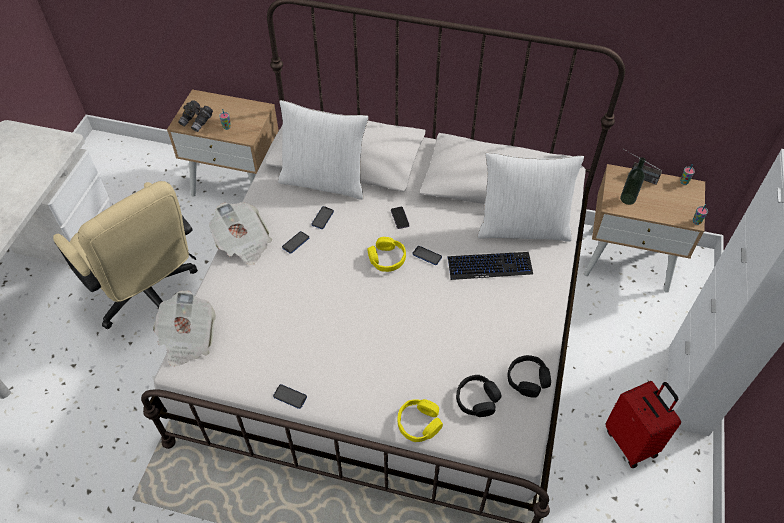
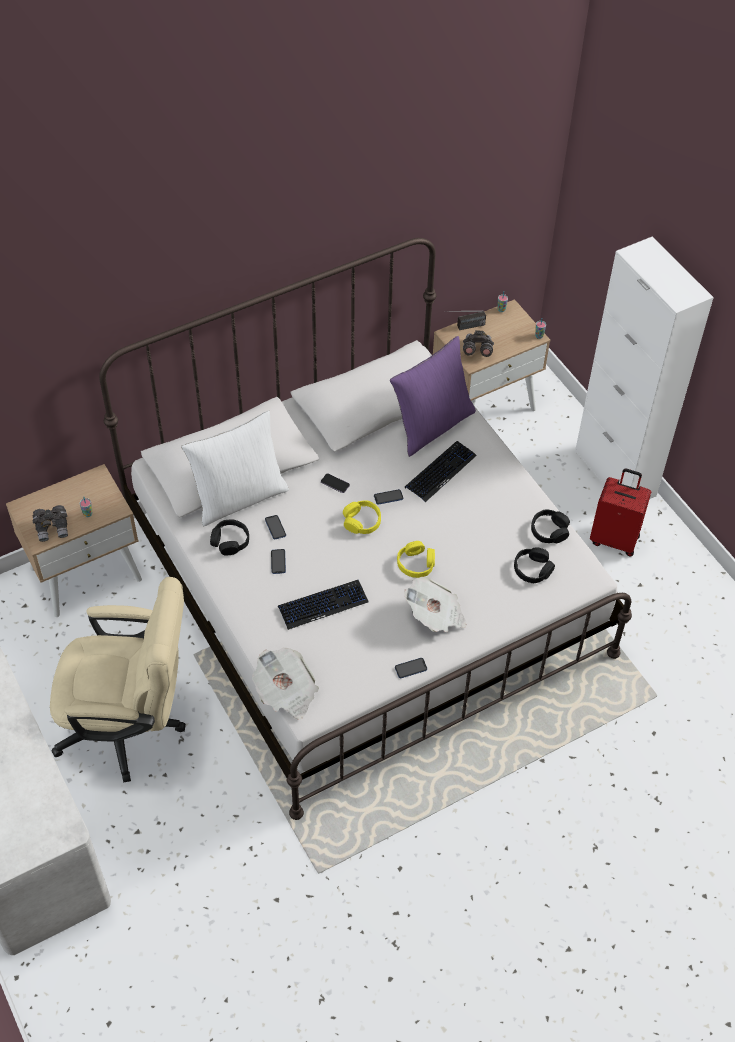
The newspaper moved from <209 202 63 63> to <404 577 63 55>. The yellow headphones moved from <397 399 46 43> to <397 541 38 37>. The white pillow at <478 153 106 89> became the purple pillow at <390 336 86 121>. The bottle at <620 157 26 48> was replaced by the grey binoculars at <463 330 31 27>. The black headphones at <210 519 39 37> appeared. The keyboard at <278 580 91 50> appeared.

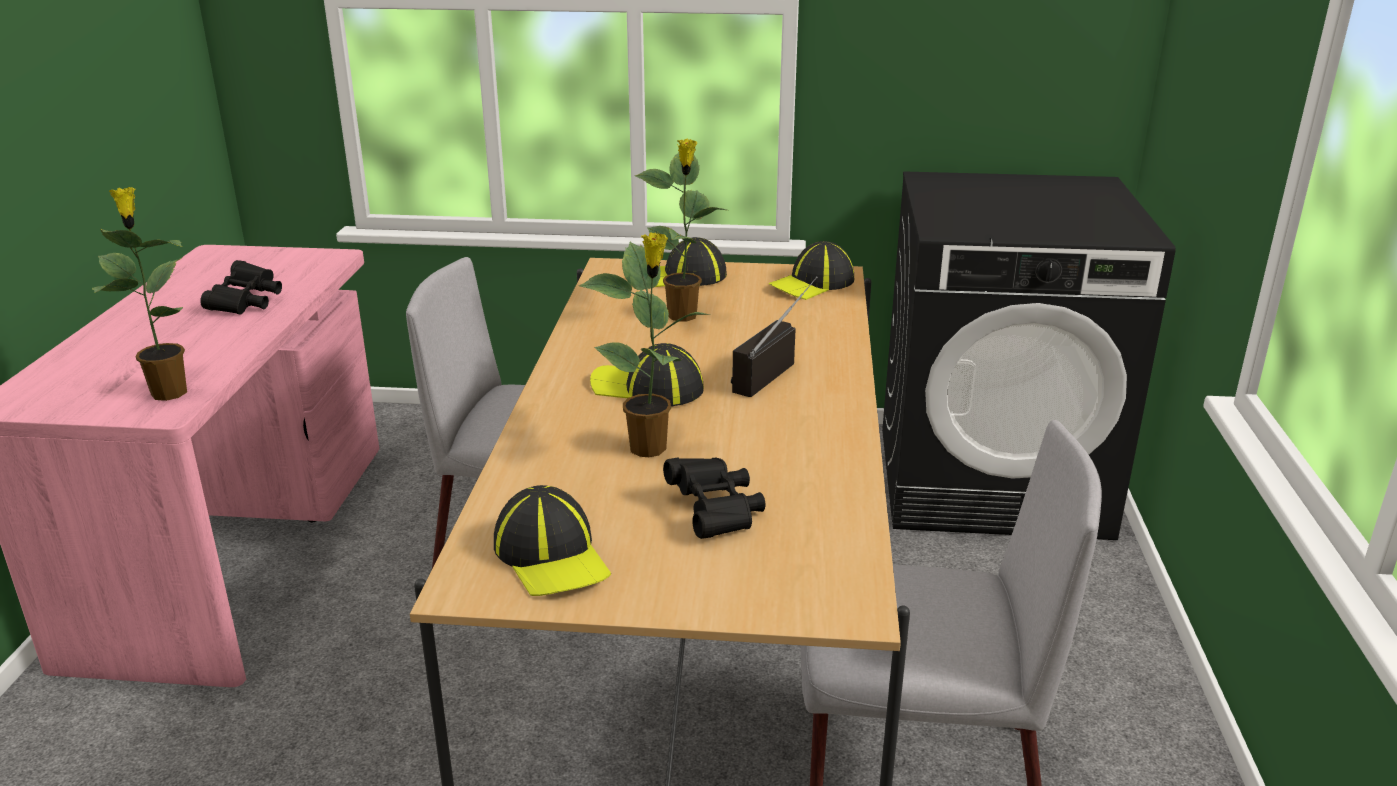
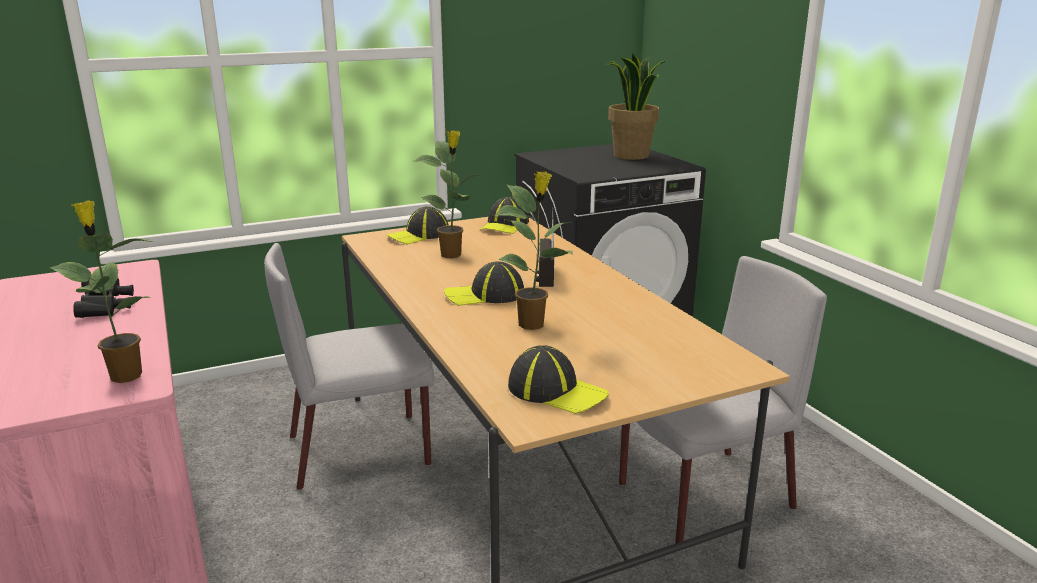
The black binoculars at <663 458 102 81> disappeared. The potted plant at <605 54 61 106> appeared.

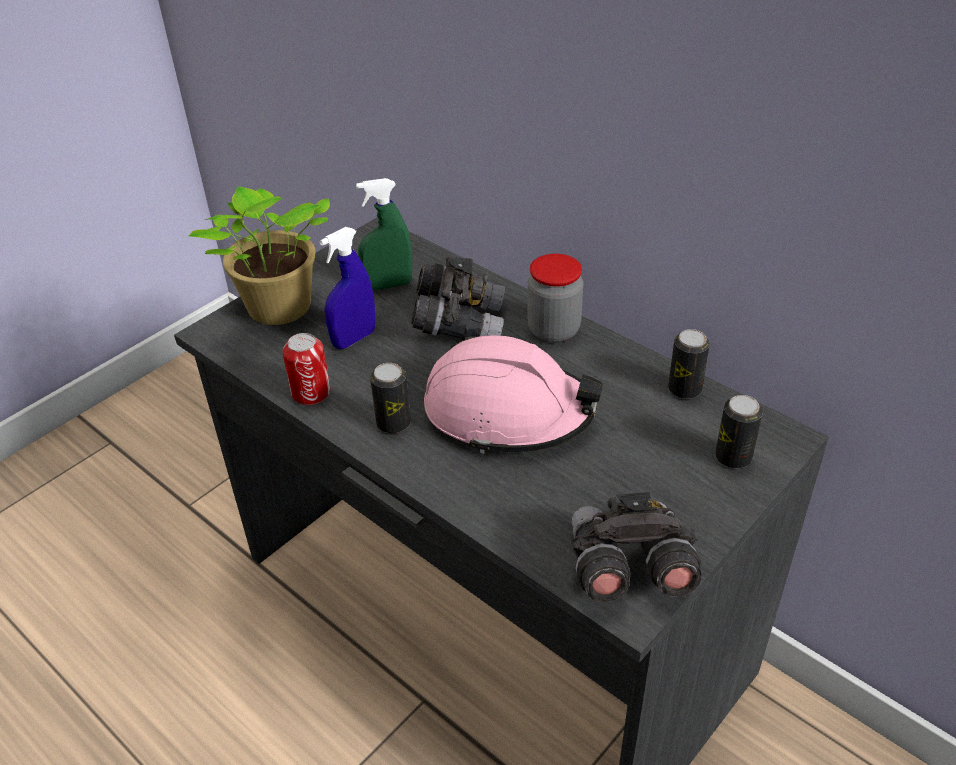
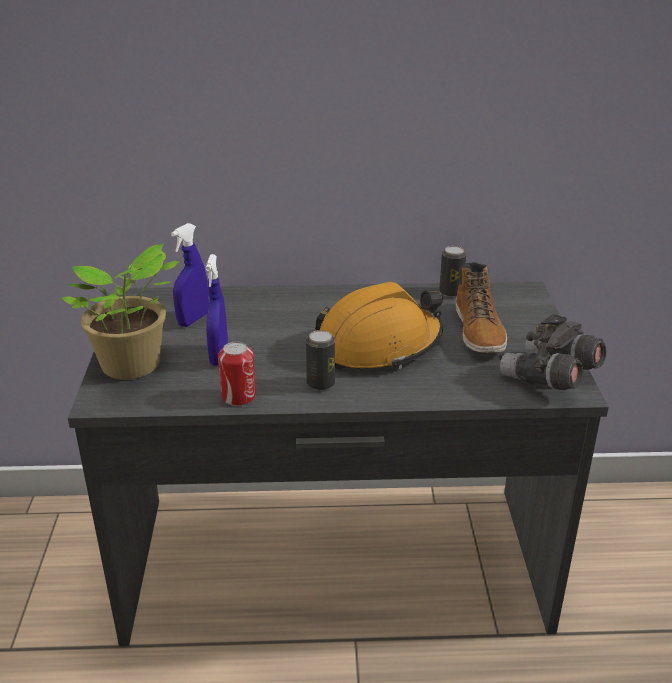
The green spray bottle at <356 178 56 112> became the blue spray bottle at <171 223 38 104>. The grey binoculars at <411 257 94 83> disappeared. The pink hard hat at <424 335 179 119> became the orange hard hat at <315 282 128 87>. The jar at <527 254 56 89> disappeared. The can at <715 395 48 74> disappeared. The boot at <456 262 51 91> appeared.

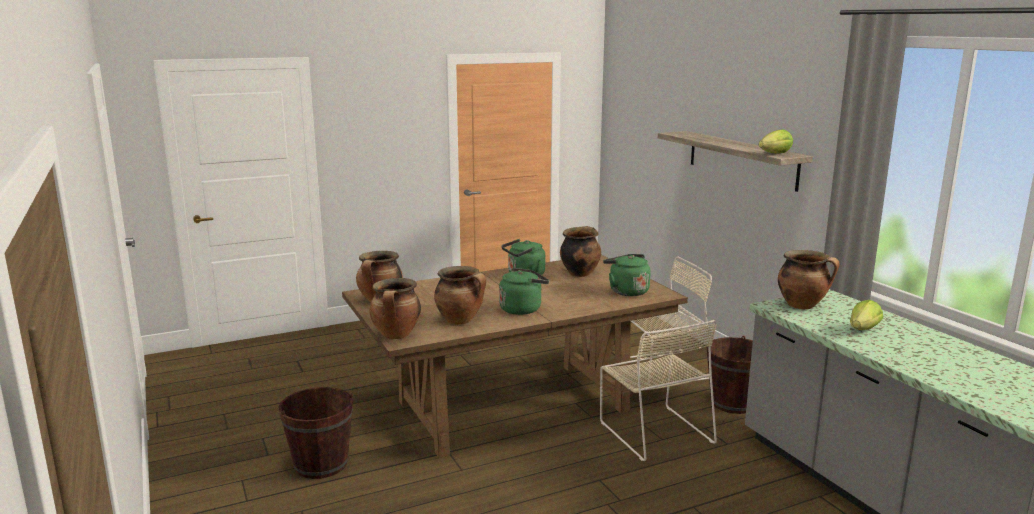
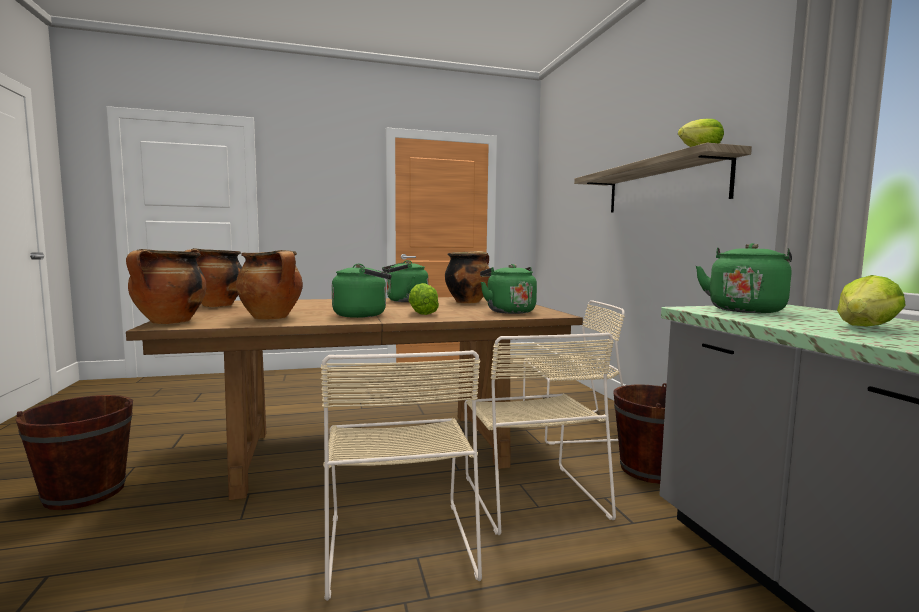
The cooking pot at <778 250 62 59> was replaced by the green kettle at <696 243 96 70>. The beige chair at <320 350 162 251> appeared. The lettuce at <409 283 30 32> appeared.

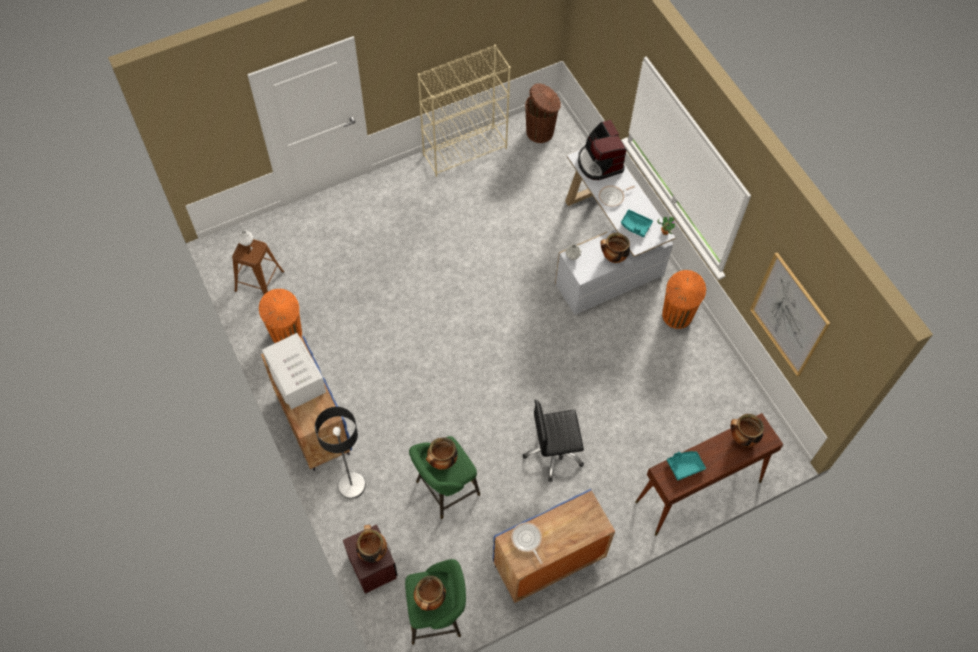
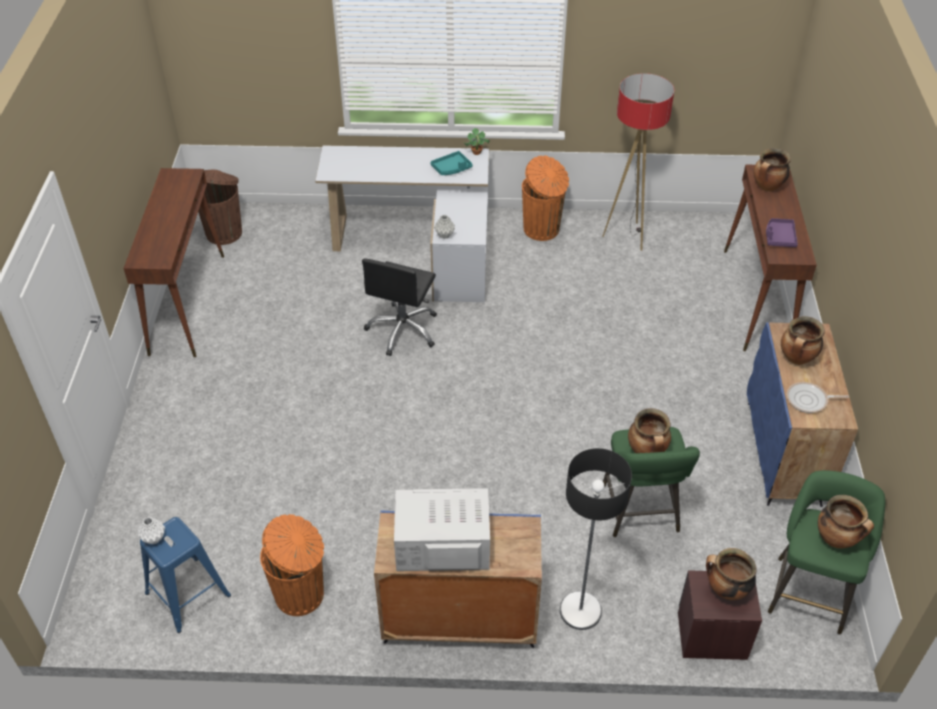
The brown stool at <232 239 52 56> became the blue stool at <140 517 91 116>. The beige bookcase at <418 45 93 132> was replaced by the brown console table at <123 168 101 189>. The black office chair moved from <523 400 61 82> to <362 258 75 98>. The coffee machine at <578 120 48 60> disappeared. The frying pan at <599 185 36 22> disappeared. The cooking pot moved from <600 233 30 30> to <781 316 44 49>. The turquoise tray at <667 451 39 29> became the purple tray at <766 218 32 29>. The picture at <750 252 80 125> disappeared. The floor lamp at <602 73 72 178> appeared.

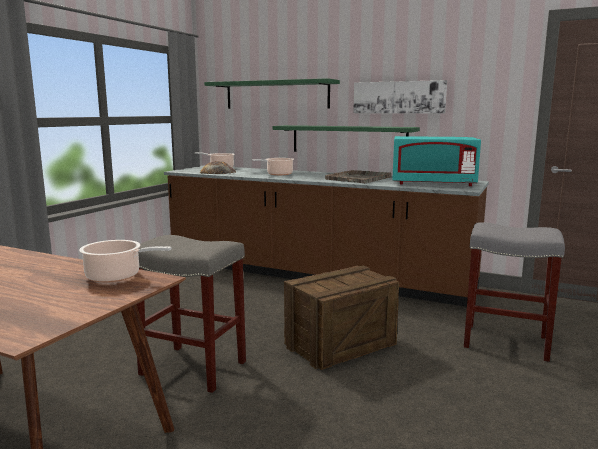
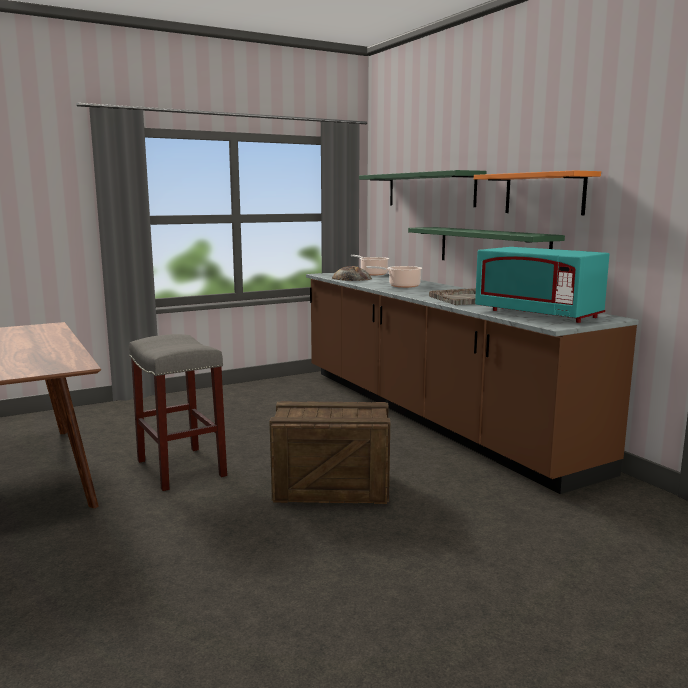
The cooking pot at <79 240 93 43> disappeared. The picture at <353 80 94 34> was replaced by the orange shelf at <474 170 127 45>. The grey stool at <464 222 101 140> disappeared.

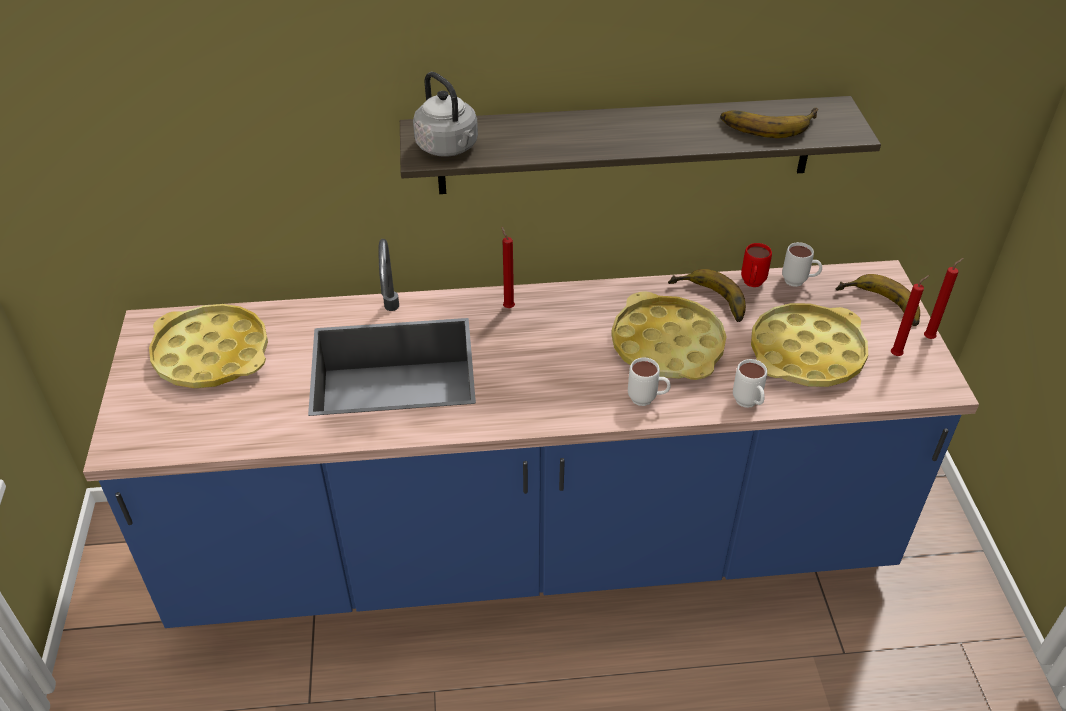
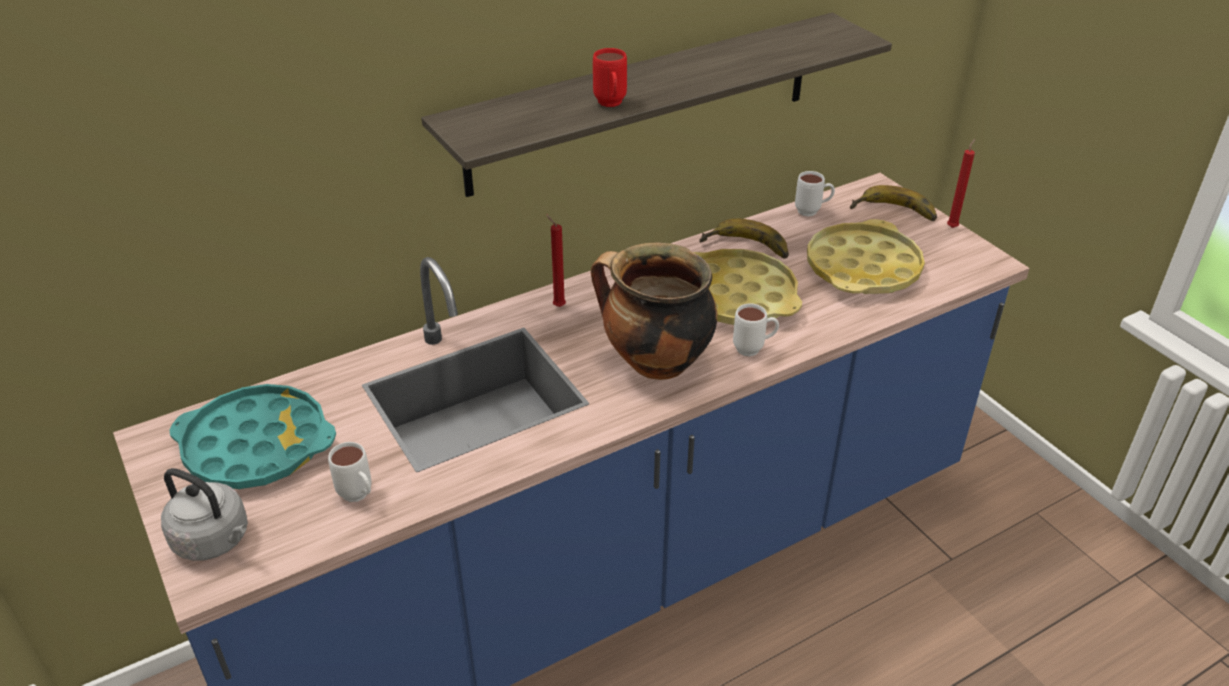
The yellow tray at <149 304 119 84> became the turquoise tray at <169 384 167 105>. The grey kettle moved from <413 72 65 85> to <161 468 87 93>. The banana at <720 108 98 30> disappeared. The white mug moved from <733 359 34 49> to <328 442 44 60>. The red mug moved from <741 243 31 44> to <593 48 34 59>. The red candle at <891 275 39 81> disappeared. The cooking pot at <591 243 126 137> appeared.

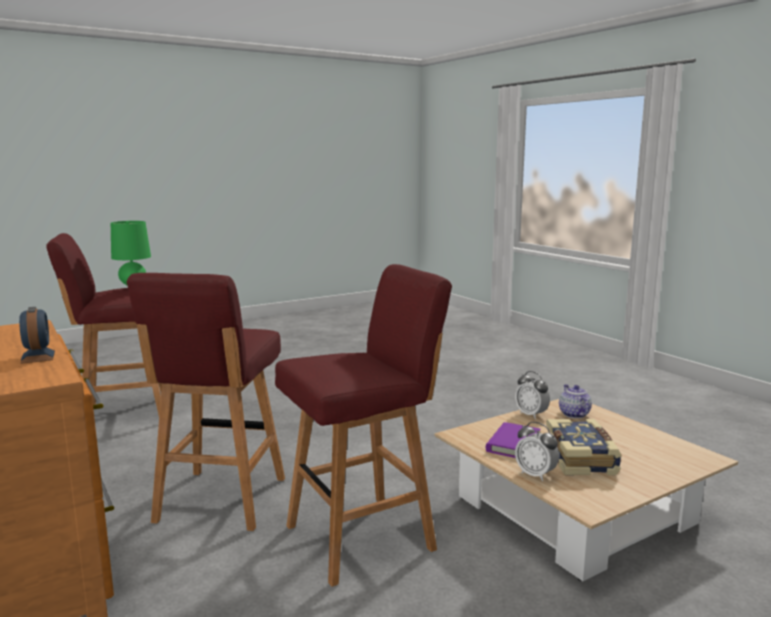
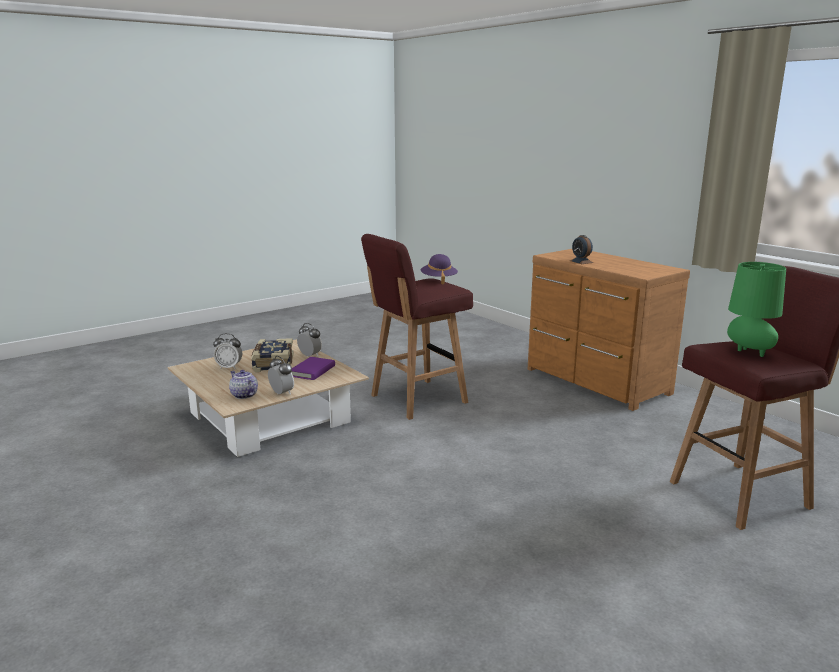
The red stool at <127 273 158 258> disappeared. The teapot at <559 384 33 34> turned 150 degrees clockwise. The alarm clock at <213 333 29 36> appeared. The purple hat at <420 254 38 31> appeared.

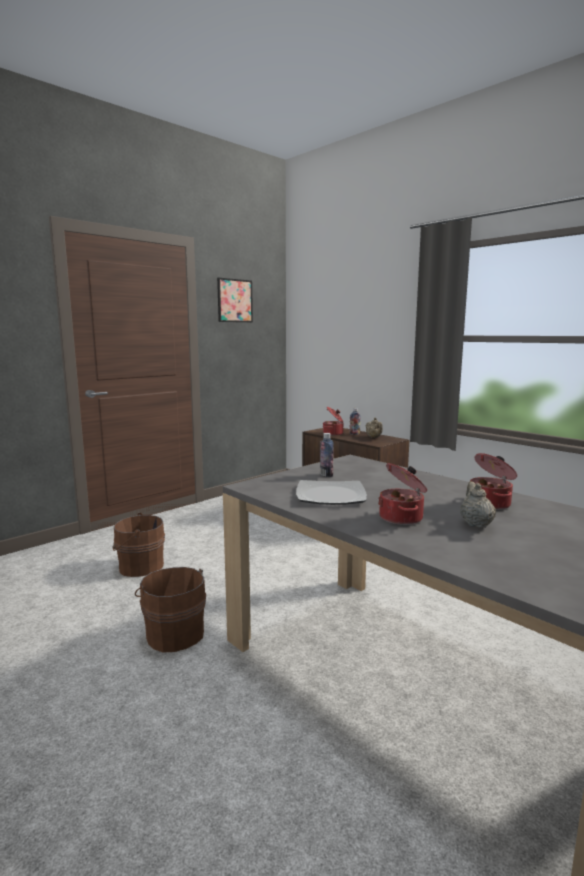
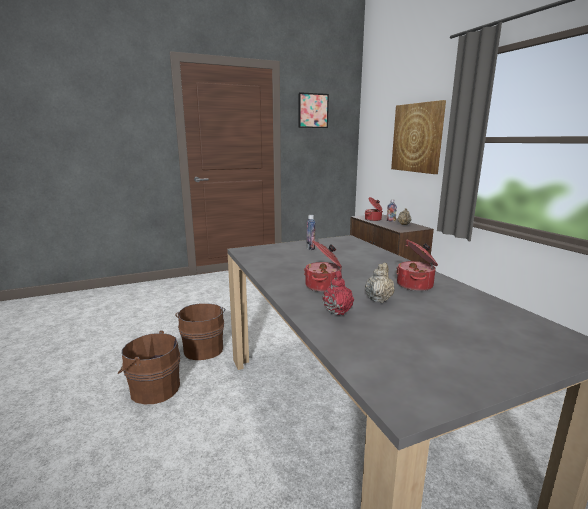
The brown bucket moved from <113 513 52 64> to <118 330 62 74>. The plate at <296 480 71 25> disappeared. The red teapot at <322 271 32 44> appeared. The picture at <391 100 55 74> appeared.

